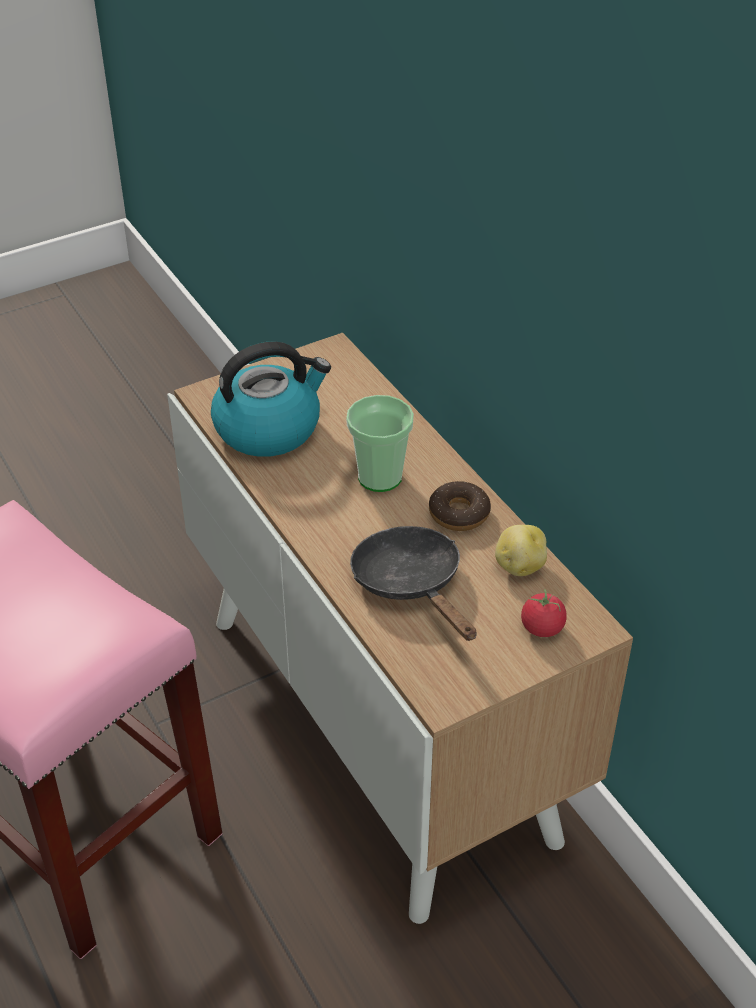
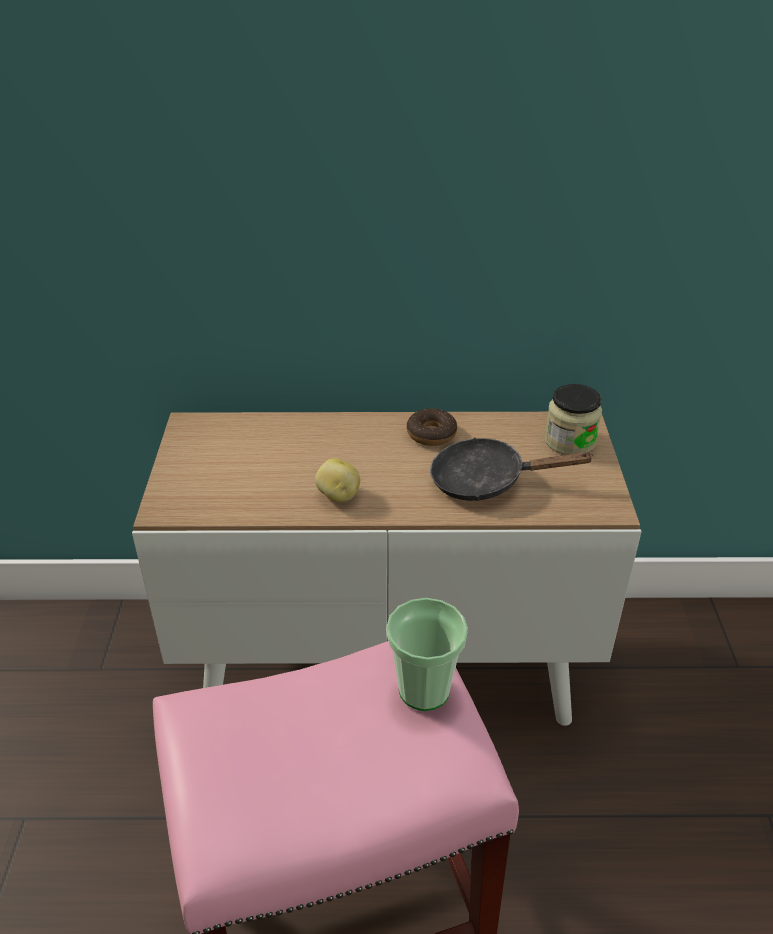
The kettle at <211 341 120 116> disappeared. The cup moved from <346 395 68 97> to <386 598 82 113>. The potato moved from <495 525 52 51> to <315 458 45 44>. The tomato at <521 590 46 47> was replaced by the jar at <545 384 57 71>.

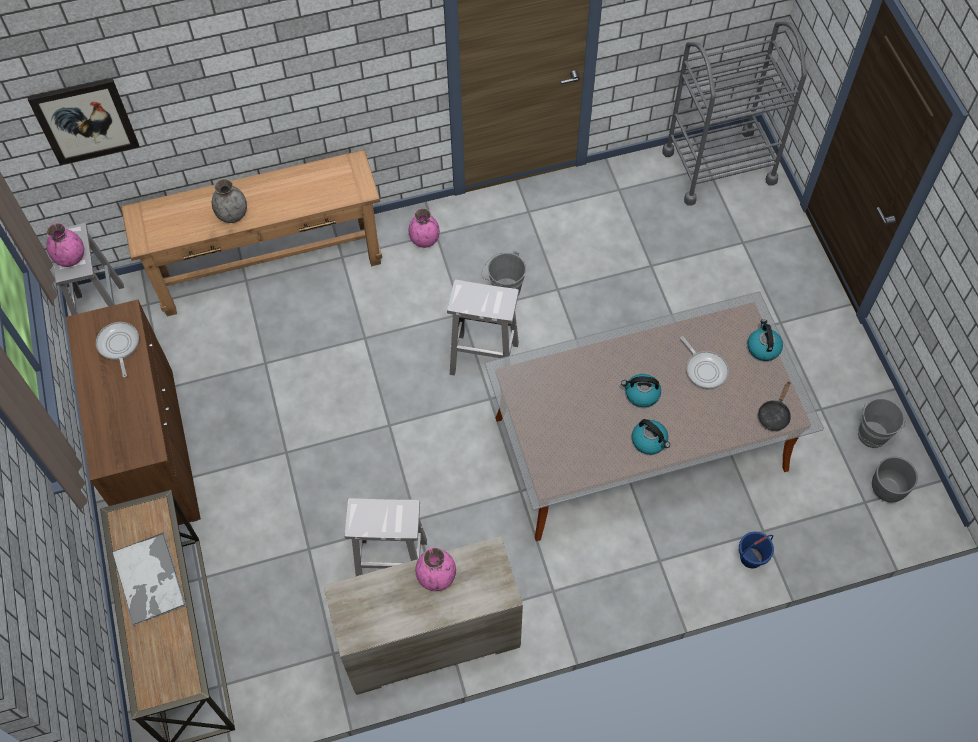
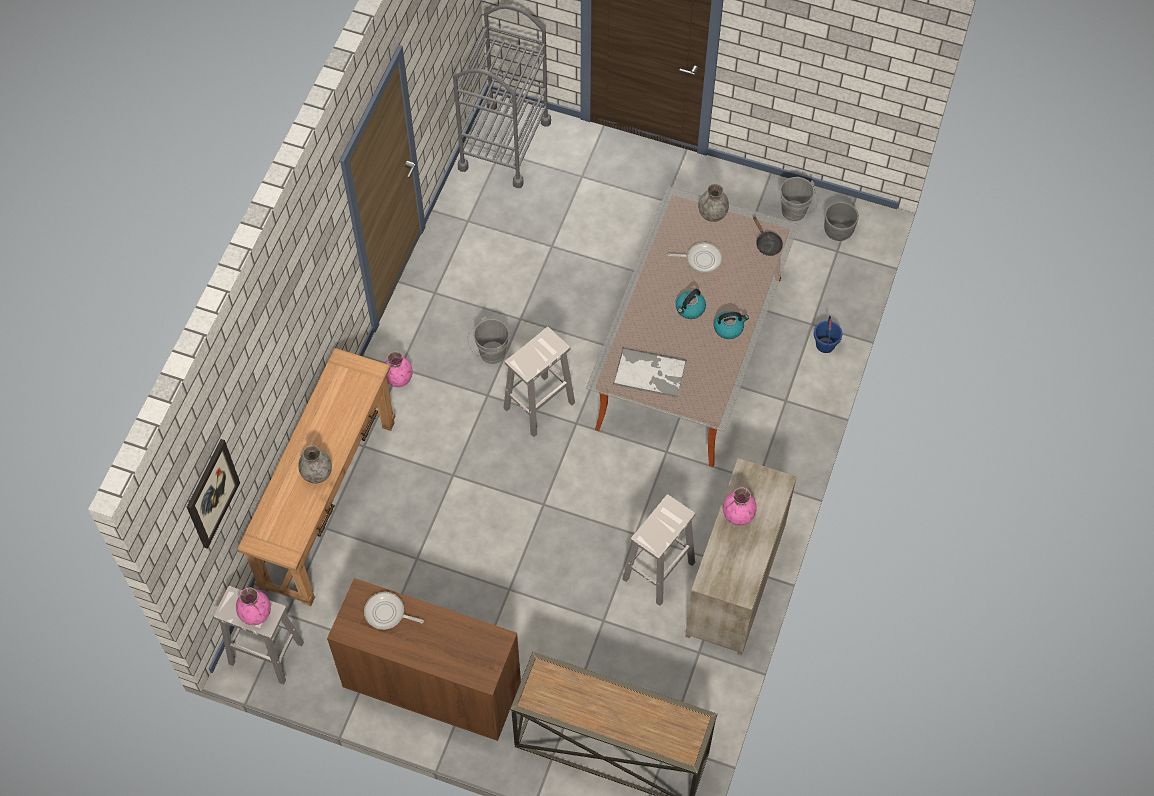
The tray moved from <111 532 75 94> to <613 348 74 50>. The kettle at <748 319 35 42> was replaced by the grey vase at <699 184 30 38>.

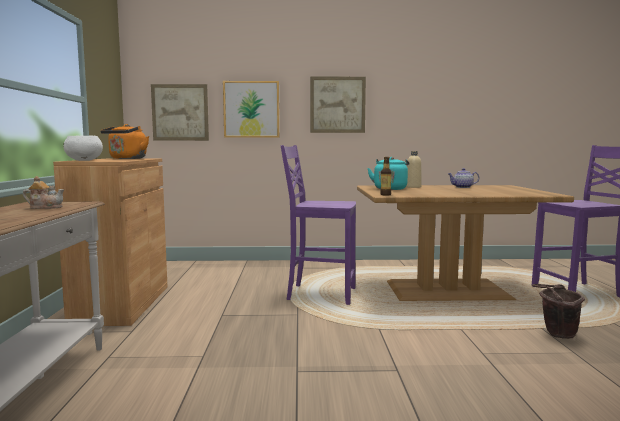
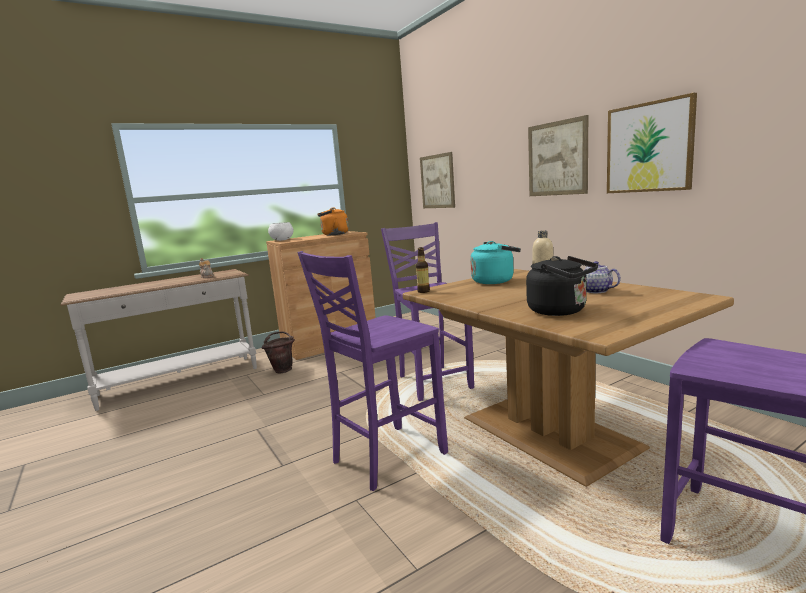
The picture moved from <223 81 57 57> to <607 93 90 100>. The brown bucket moved from <532 284 53 55> to <261 331 34 42>. The purple chair at <298 251 150 240> appeared. The black kettle at <526 256 72 60> appeared.

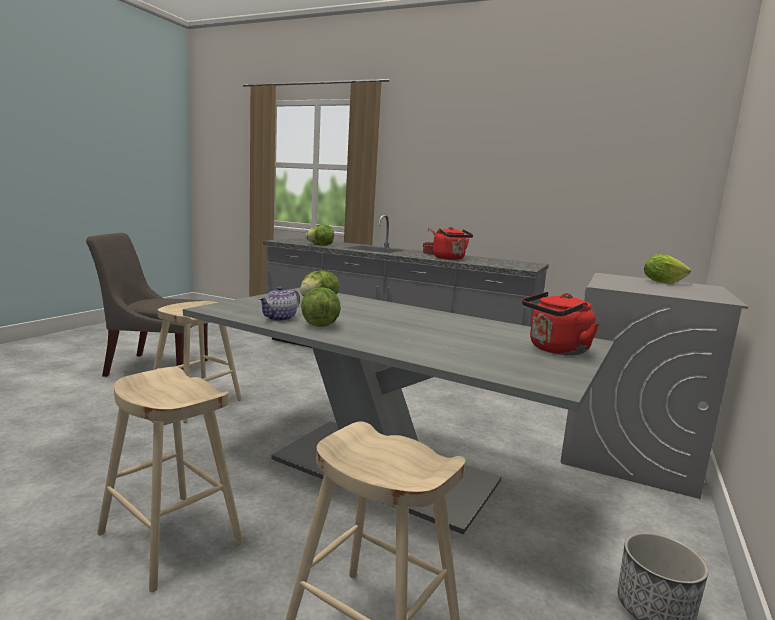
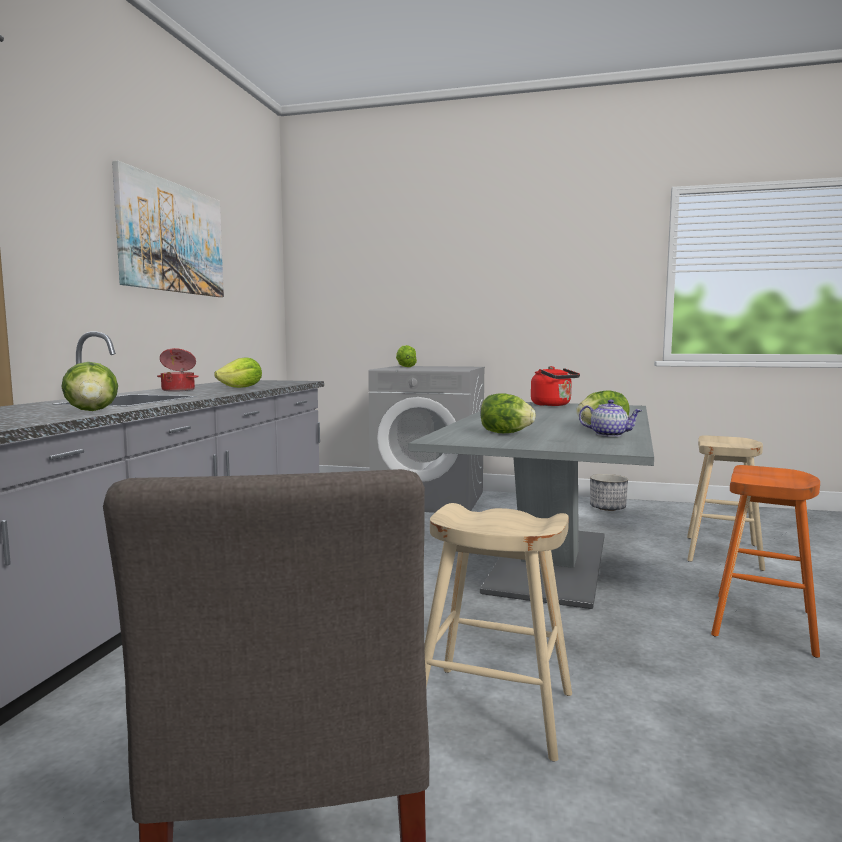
The beige stool at <97 367 146 225> became the orange stool at <711 465 109 193>. The red kettle at <433 227 40 33> was replaced by the lettuce at <214 357 48 31>. The picture at <112 161 112 136> appeared.

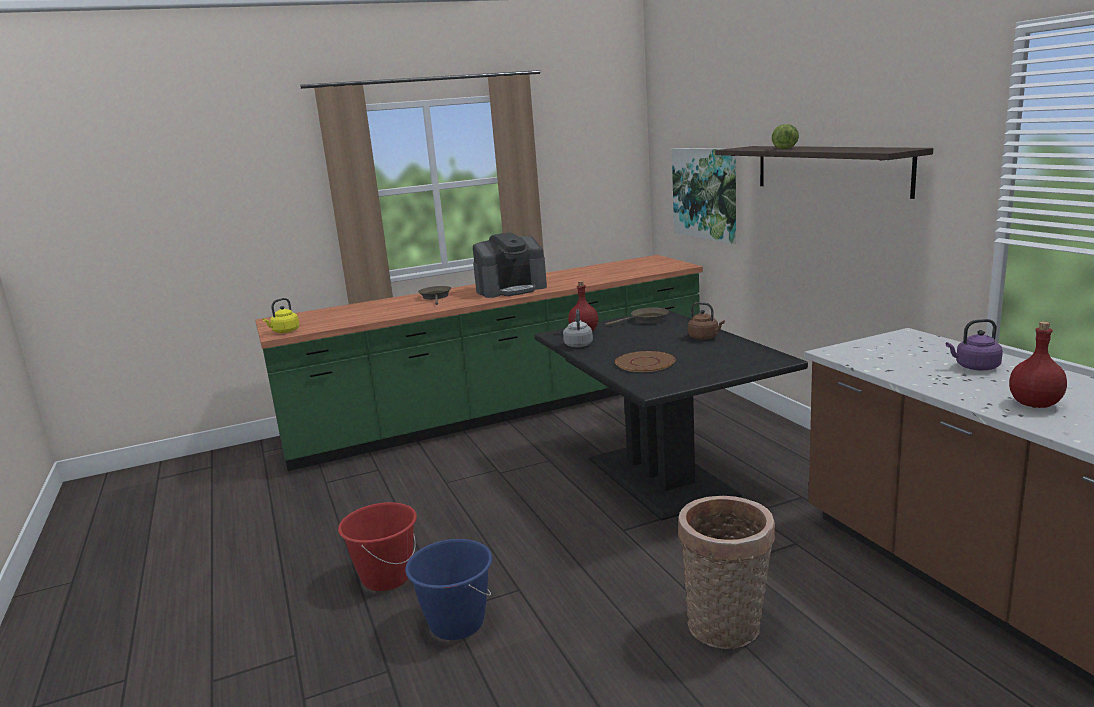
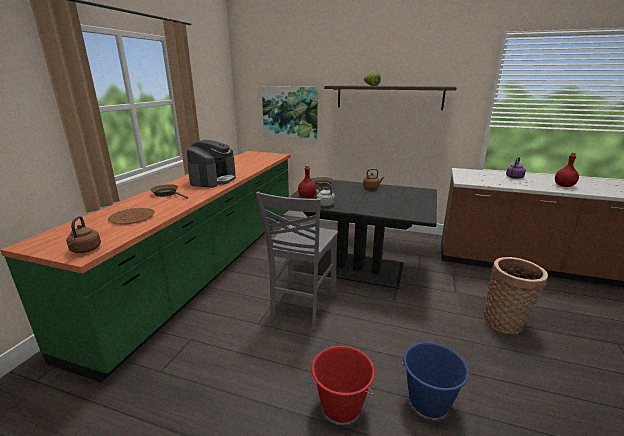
The yellow kettle at <262 298 38 35> became the brown kettle at <66 216 35 37>. The brown plate moved from <615 351 60 21> to <108 208 47 17>. The grey chair at <256 192 82 138> appeared.

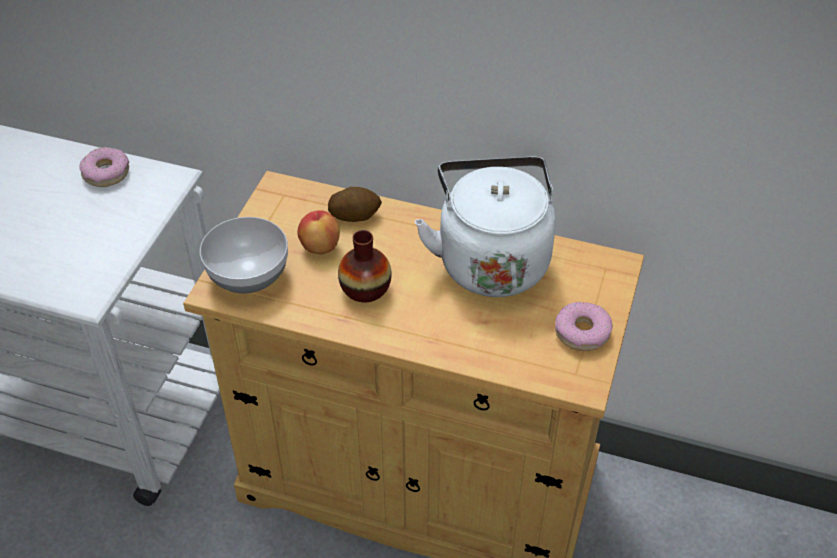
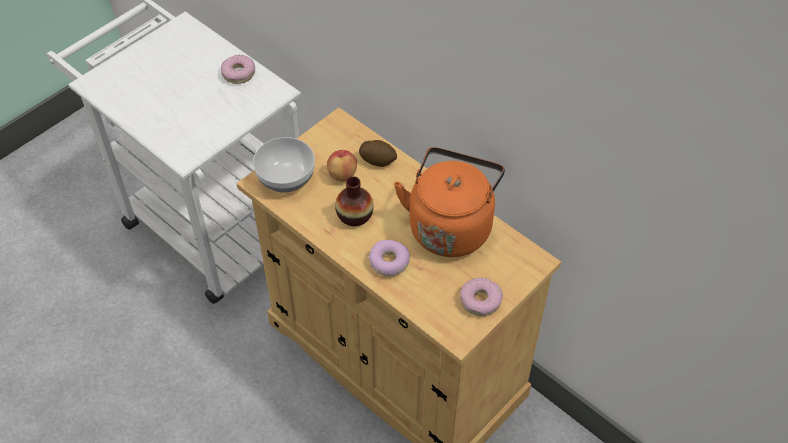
The white kettle at <415 157 141 140> became the orange kettle at <394 147 111 110>. The donut at <368 240 42 36> appeared.

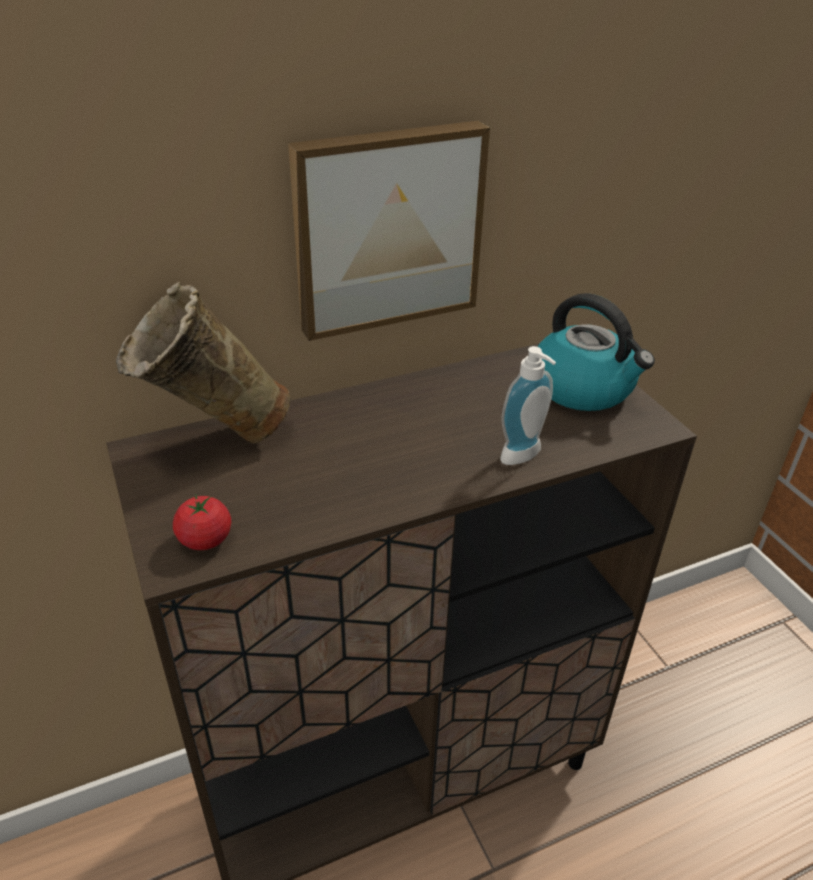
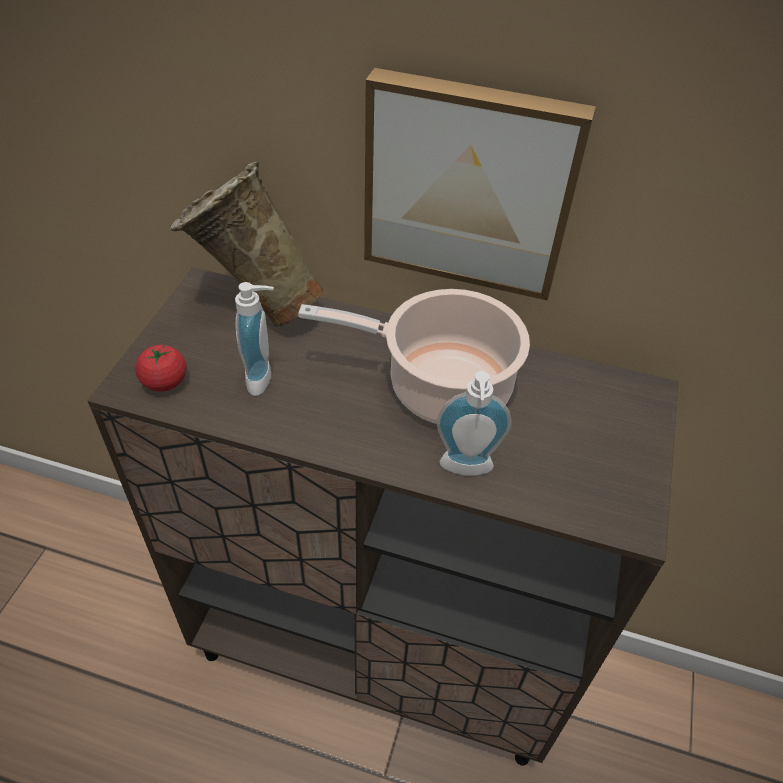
The kettle at <537 293 118 118> disappeared. The soap dispenser at <235 282 39 114> appeared. The cooking pot at <298 289 232 135> appeared.

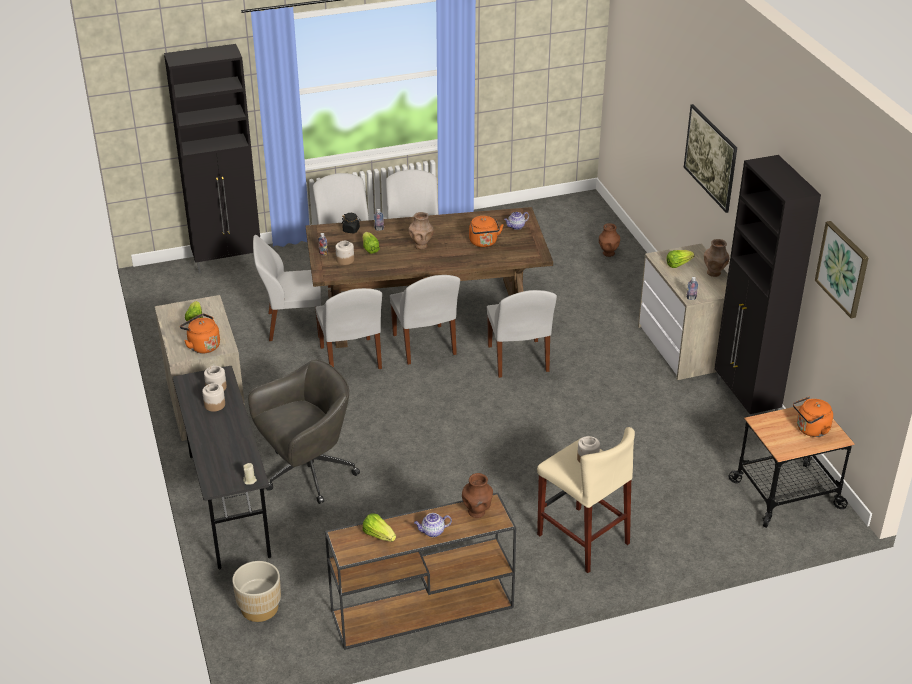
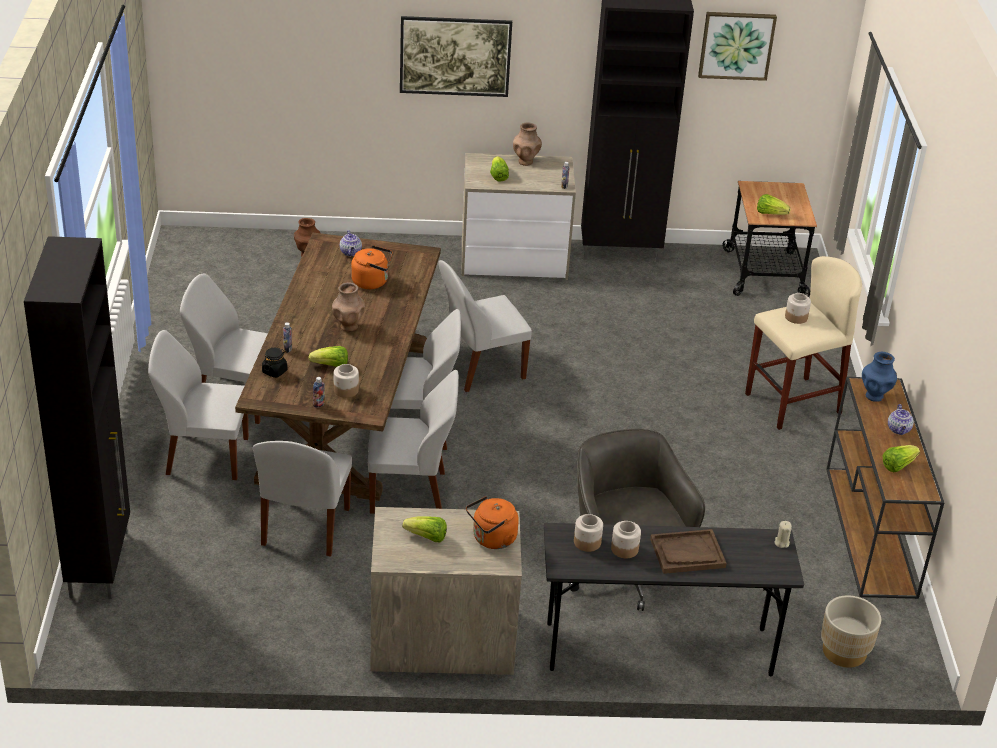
The brown vase at <462 473 31 45> became the blue vase at <862 352 35 50>. The white chair at <487 290 70 88> turned 150 degrees clockwise. The orange kettle at <793 396 40 41> disappeared. The brown tray at <650 529 77 45> appeared. The lettuce at <757 194 34 21> appeared.

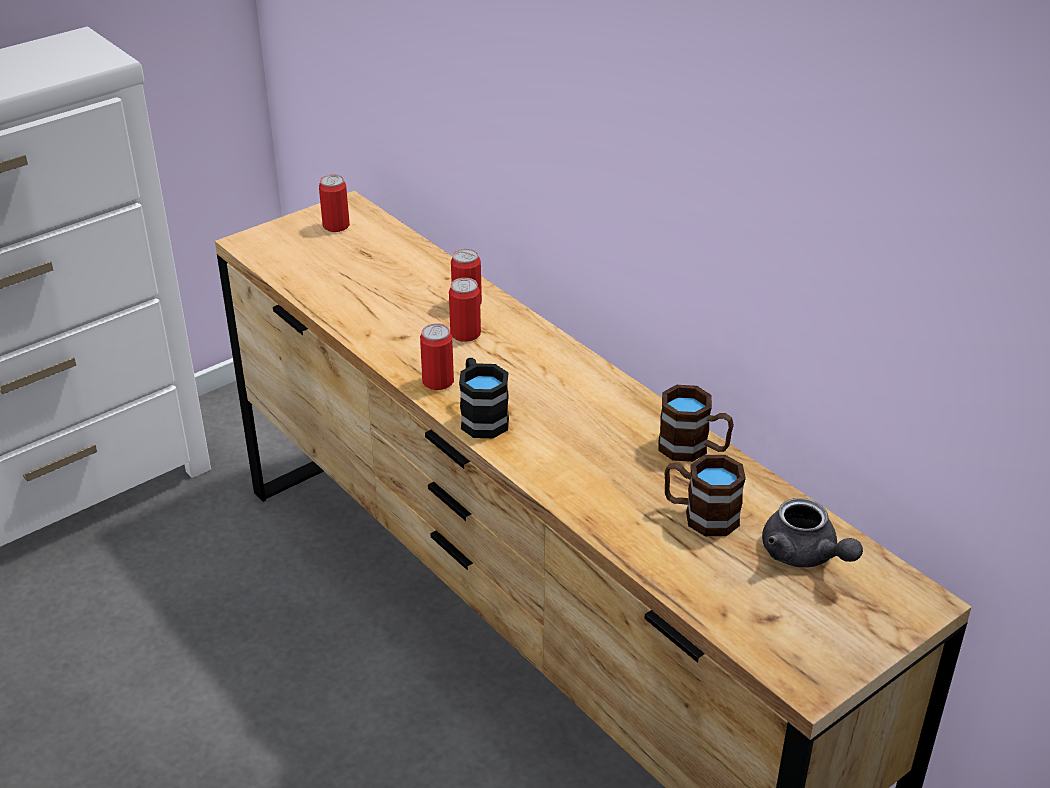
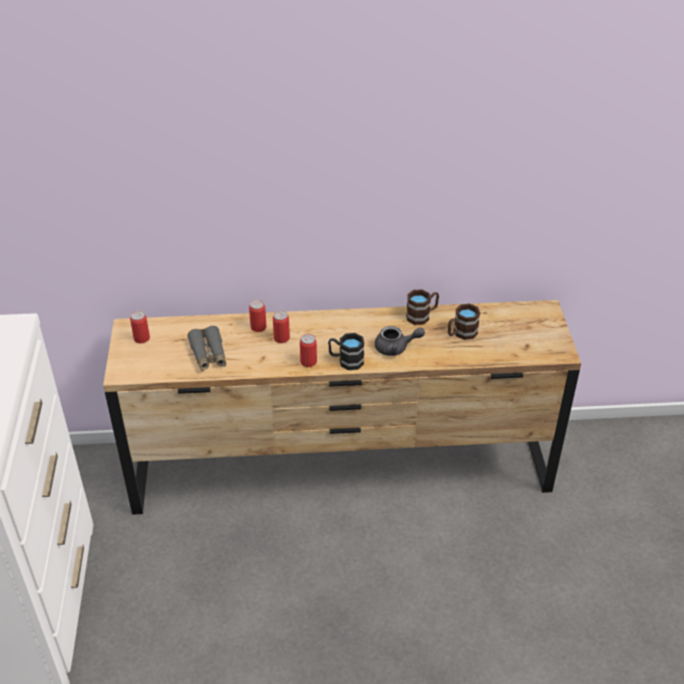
The grey teapot moved from <762 498 101 70> to <375 326 50 30>. The grey binoculars at <187 326 39 45> appeared.

